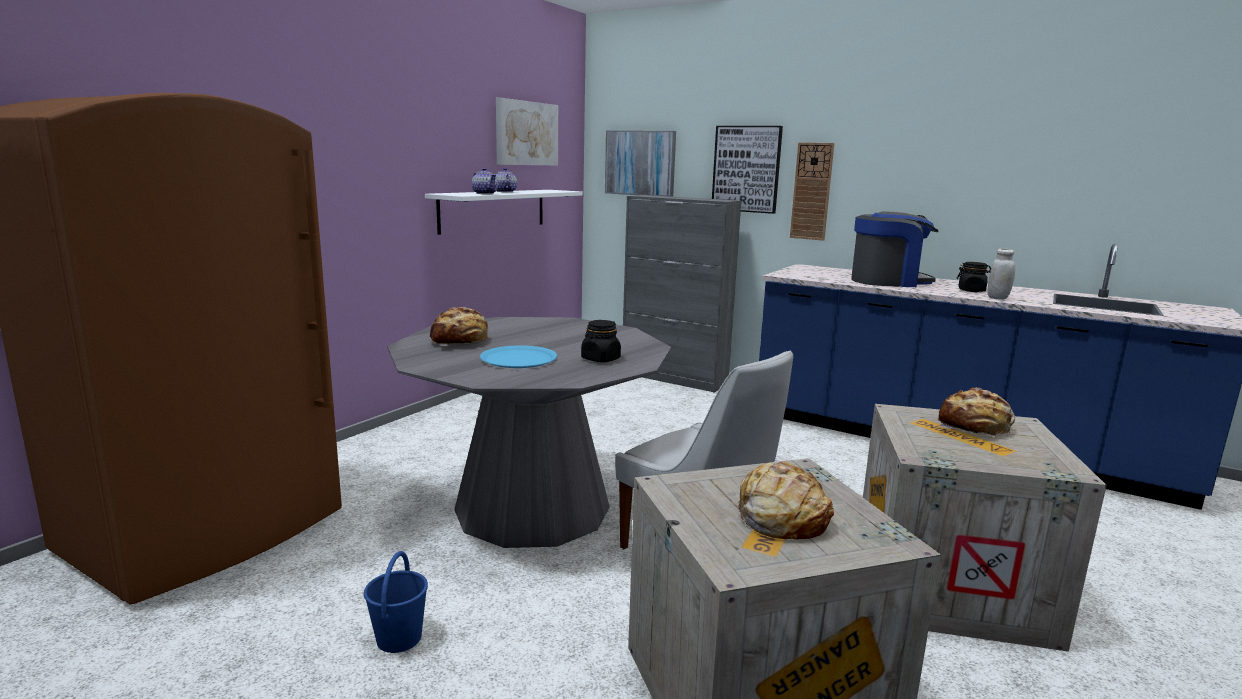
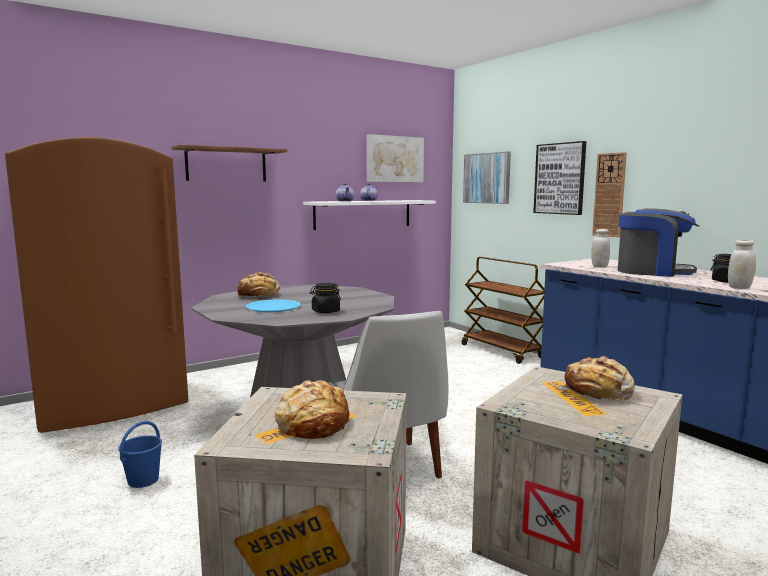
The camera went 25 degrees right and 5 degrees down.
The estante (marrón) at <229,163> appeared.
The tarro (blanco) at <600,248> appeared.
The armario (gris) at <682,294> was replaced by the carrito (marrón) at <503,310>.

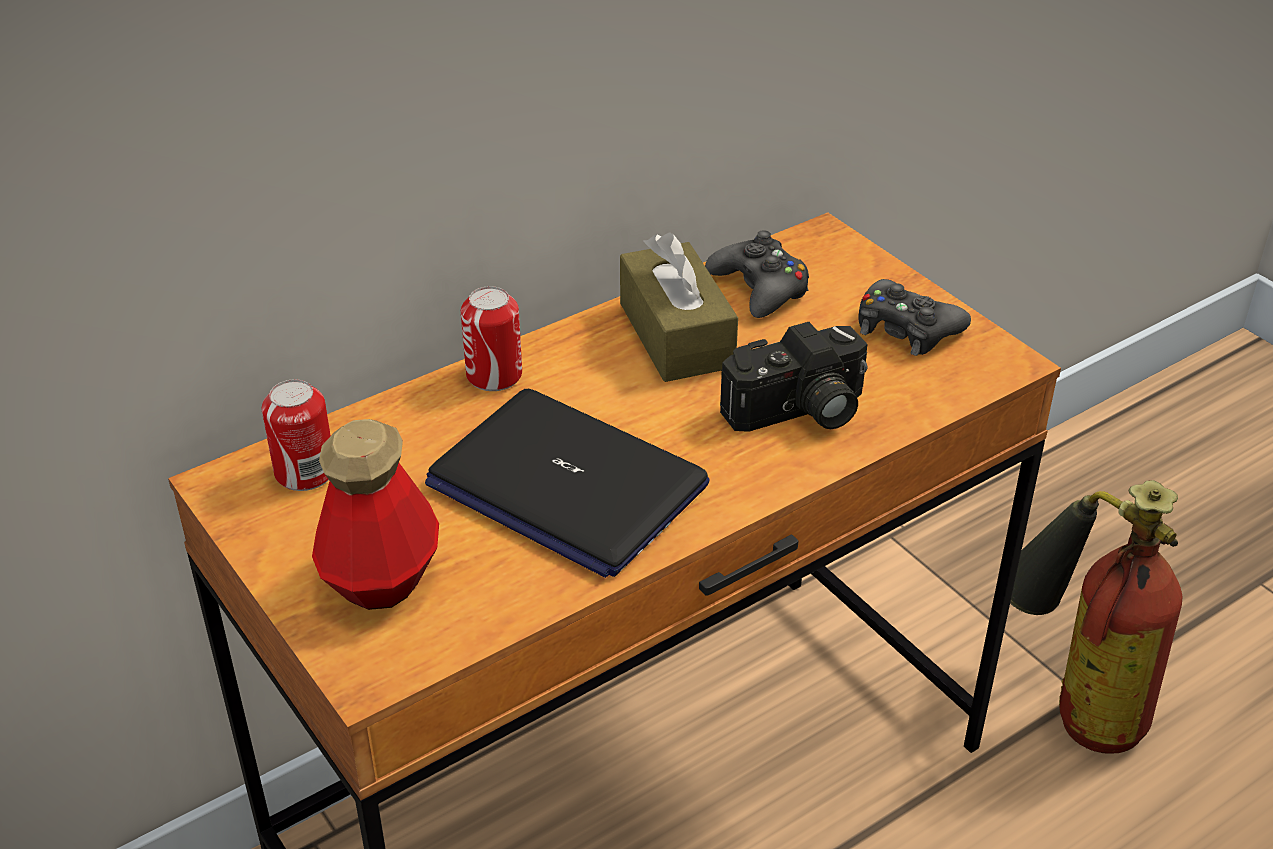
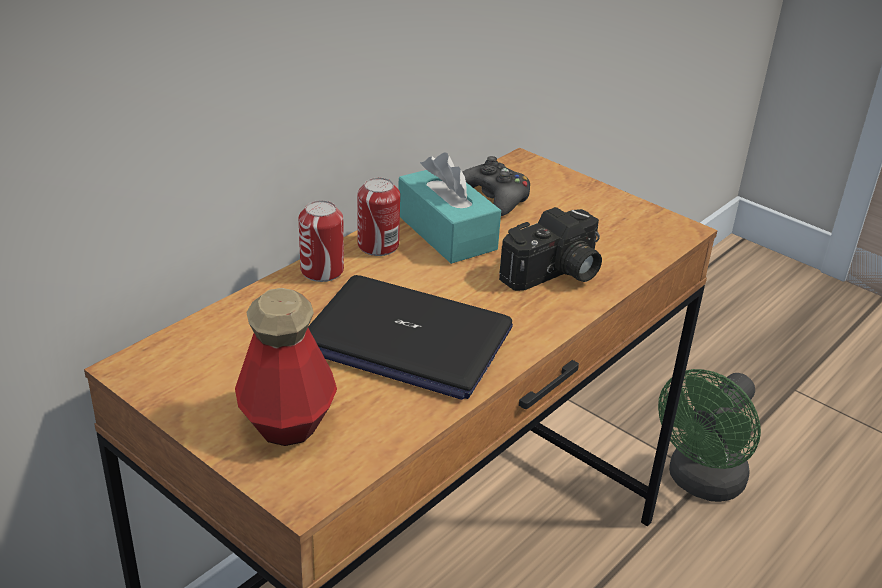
The camera went 15 degrees left and 5 degrees down.
The mando de consola (negro) at <914,317> disappeared.
The lata moved from <296,435> to <378,216>.
The extintor at <1096,617> was replaced by the ventilador (verde) at <709,435>.
The caja de pañuelos (marrón) at <679,307> became the caja de pañuelos (turquesa) at <449,208>.

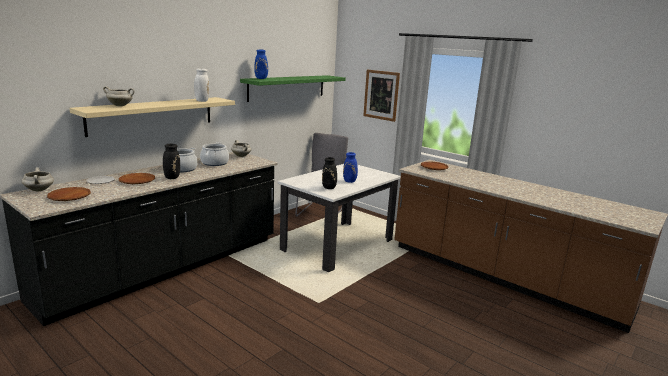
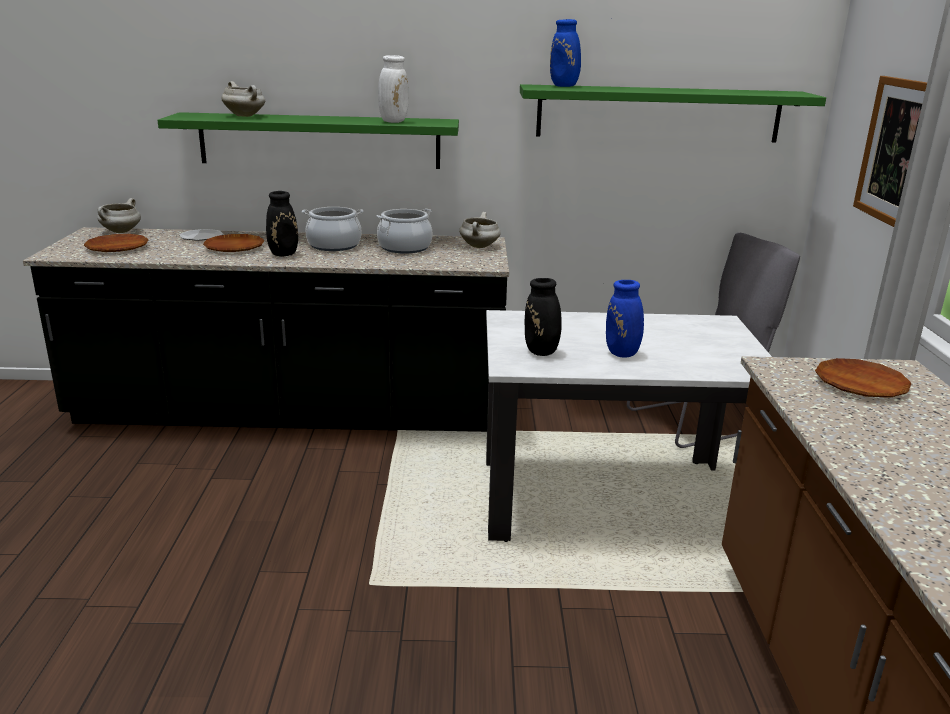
The camera went 50 degrees right and 5 degrees up.
The estante (beis) at <152,117> became the estante (verde) at <308,140>.

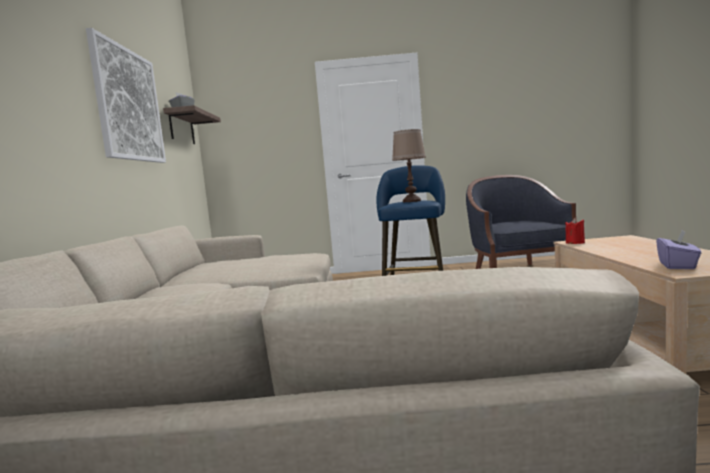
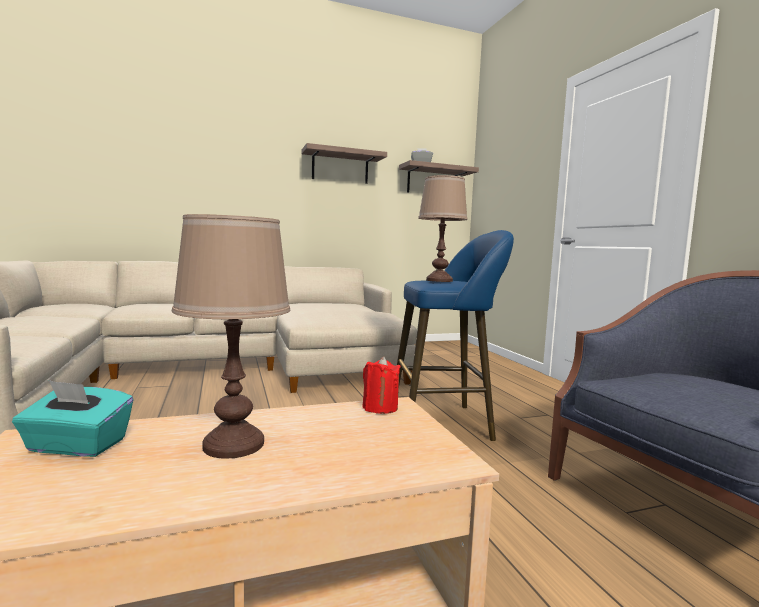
The camera went 70 degrees right and 0 degrees up.
The lámpara de mesa (marrón) at <231,336> appeared.
The cuadro at <126,95> was replaced by the estante at <344,163>.
The caja de pañuelos (morado) at <678,250> became the caja de pañuelos (turquesa) at <73,418>.

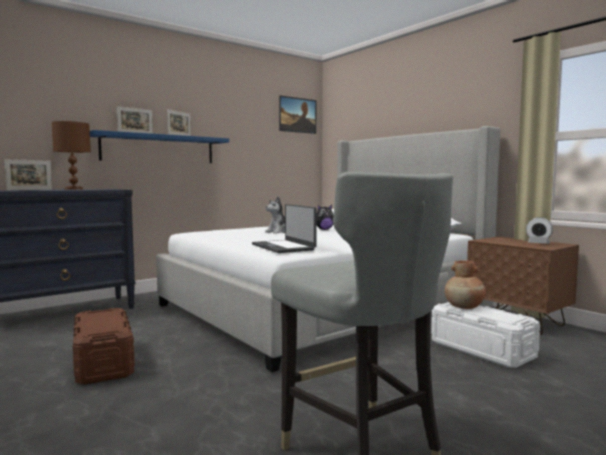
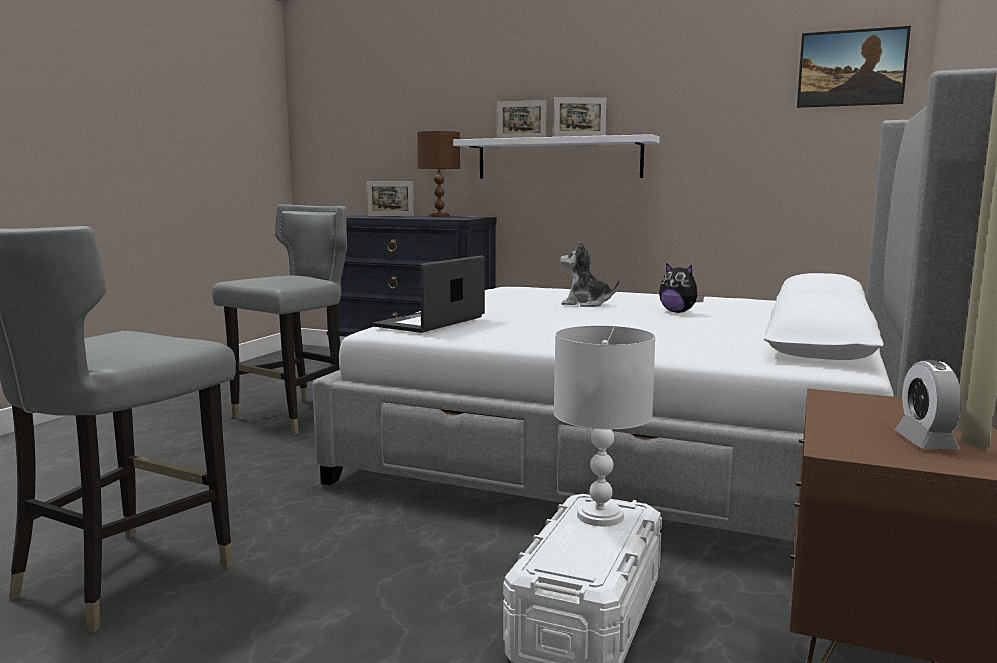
The camera went 60 degrees right and 5 degrees up.
The caja de almacenaje (marrón) at <104,346> was replaced by the silla (gris) at <279,319>.
The florero (marrón) at <465,285> was replaced by the lámpara de mesa (blanco) at <604,426>.
The estante (azul) at <159,146> became the estante (blanco) at <556,156>.

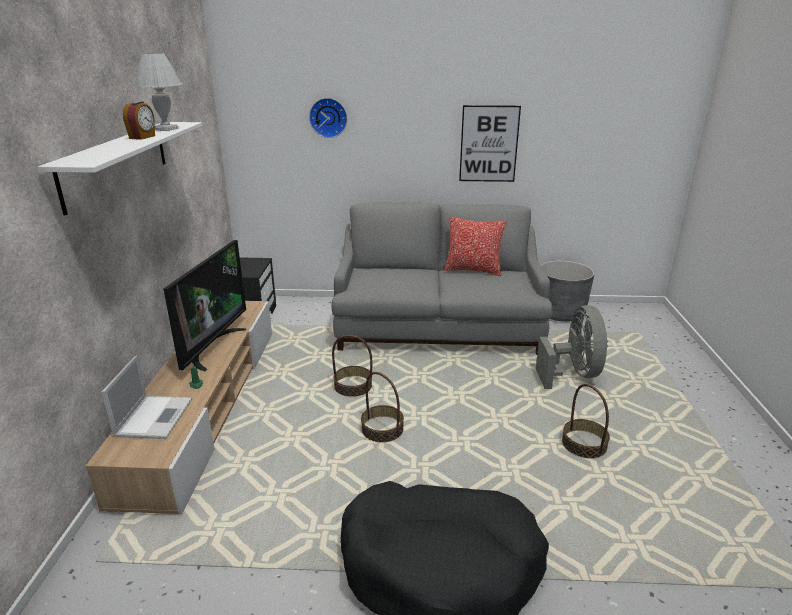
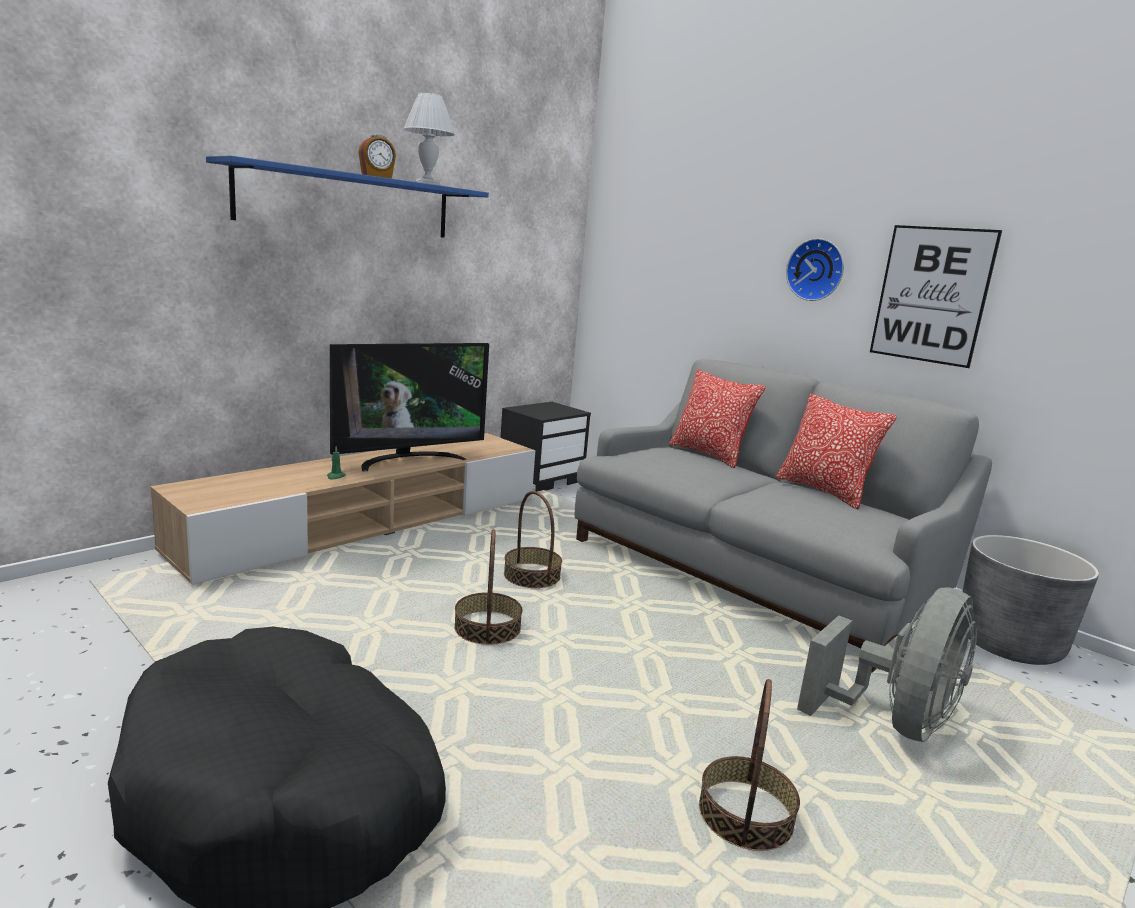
The camera went 40 degrees right and 10 degrees down.
The portátil at <146,397> disappeared.
The cojín at <717,419> appeared.
The reloj de pared moved from <328,118> to <815,269>.
The estante (blanco) at <120,169> became the estante (azul) at <347,197>.

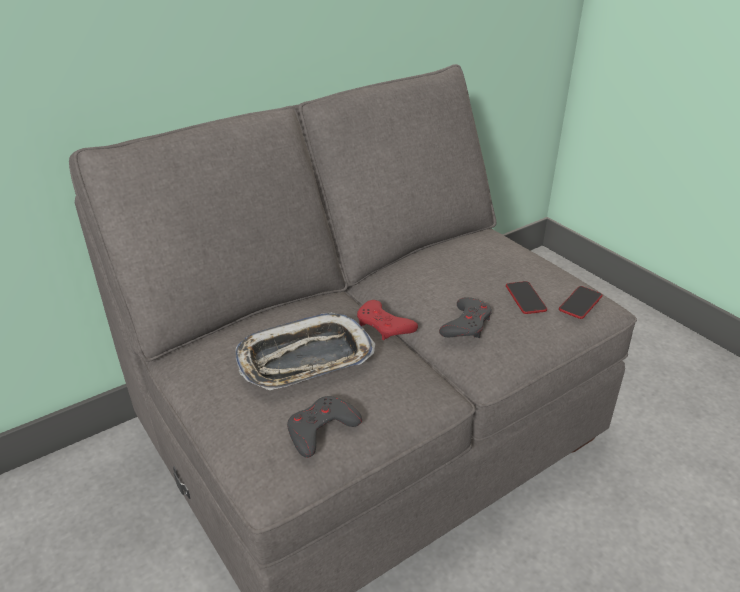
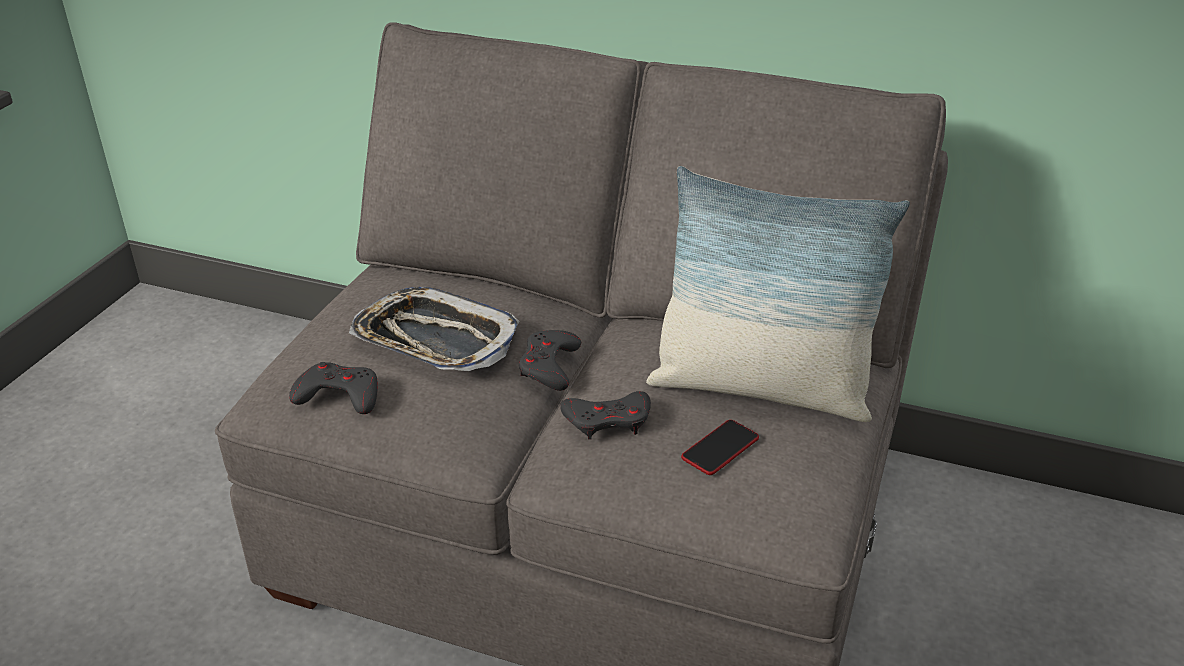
The camera went 55 degrees right and 0 degrees up.
The móvil at <580,302> disappeared.
The cojín at <778,294> appeared.
The mando de consola (rojo) at <387,320> became the mando de consola (gris) at <550,360>.

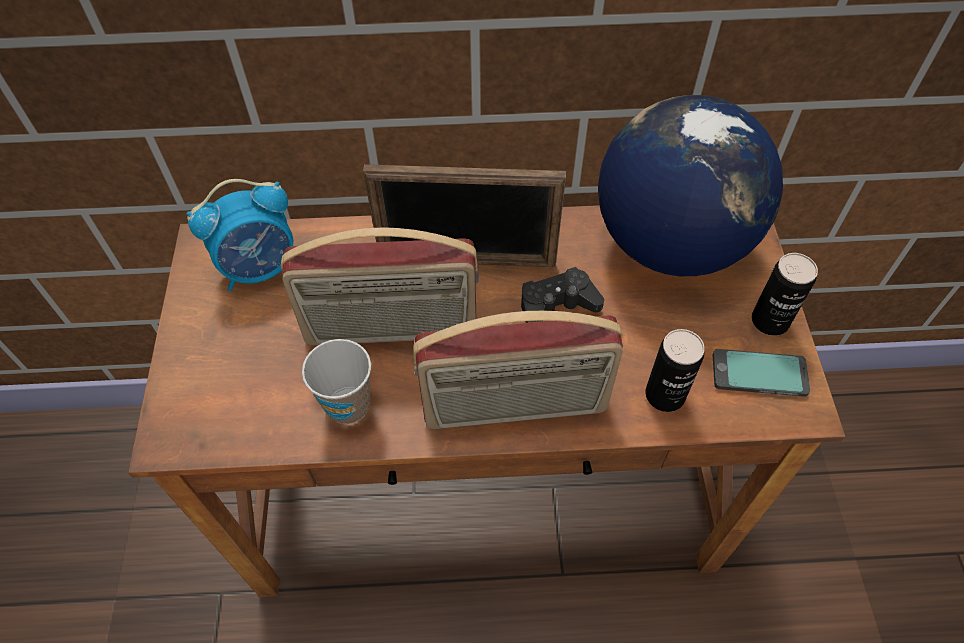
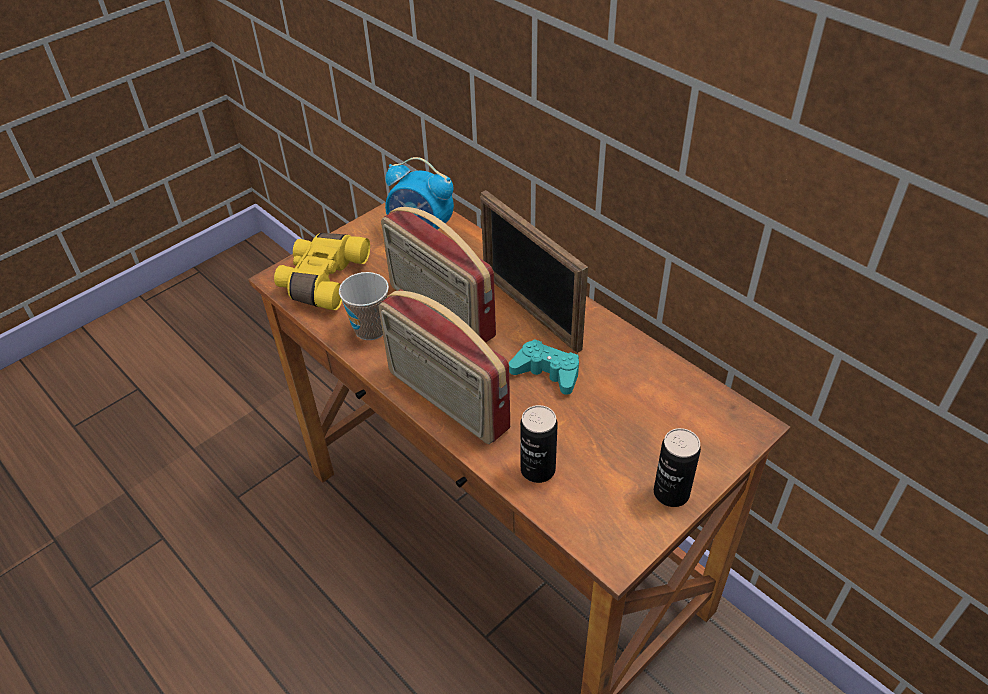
The camera went 50 degrees right and 10 degrees down.
The globo terráqueo at <690,185> disappeared.
The móvil at <761,373> disappeared.
The prismáticos (amarillo) at <322,271> appeared.
The mando de consola (negro) at <562,295> became the mando de consola (turquesa) at <544,367>.

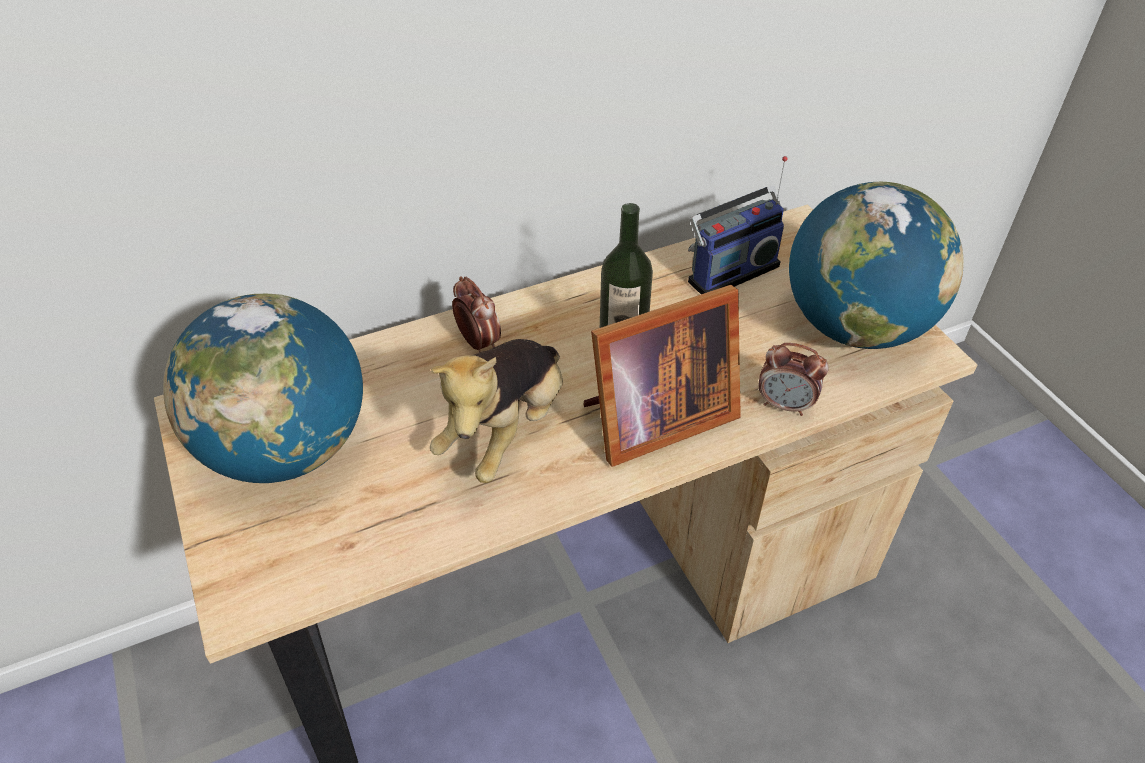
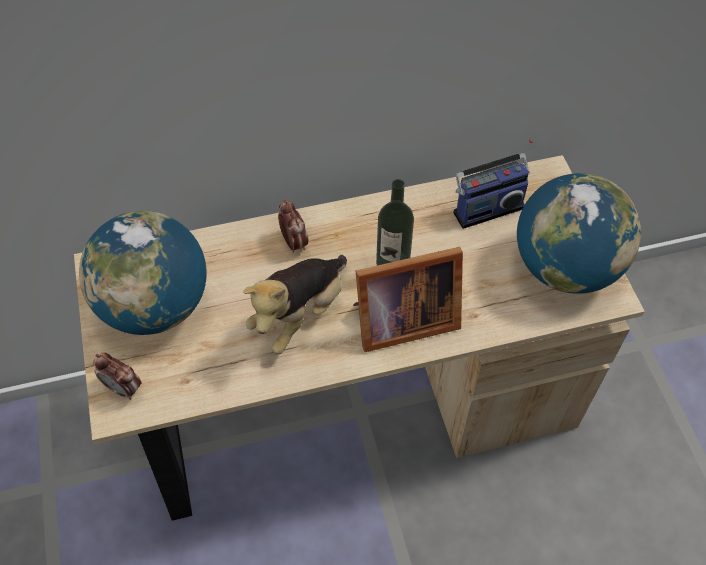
The camera went 10 degrees right and 10 degrees up.
The despertador moved from <793,379> to <117,376>.

